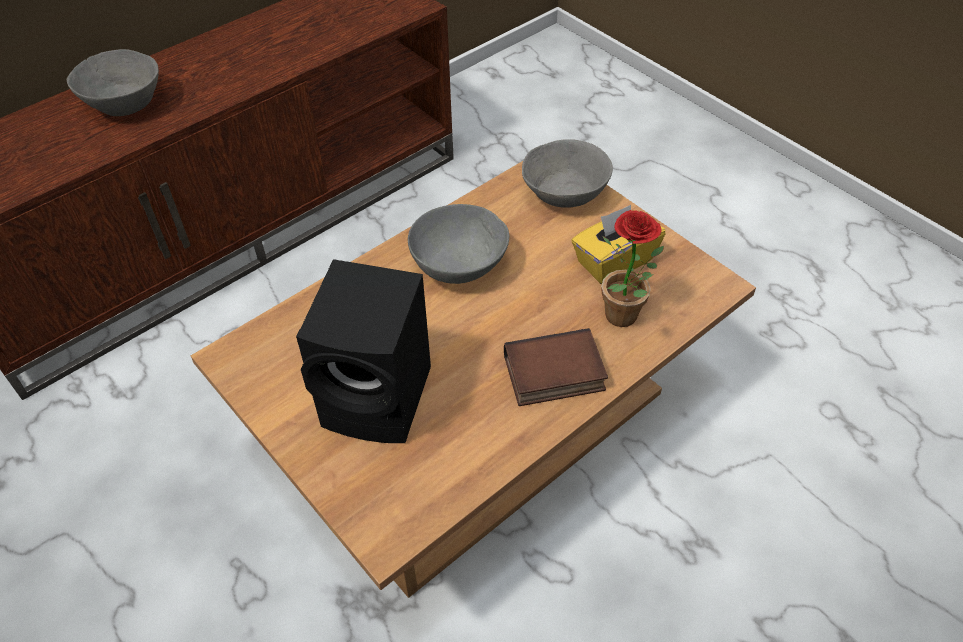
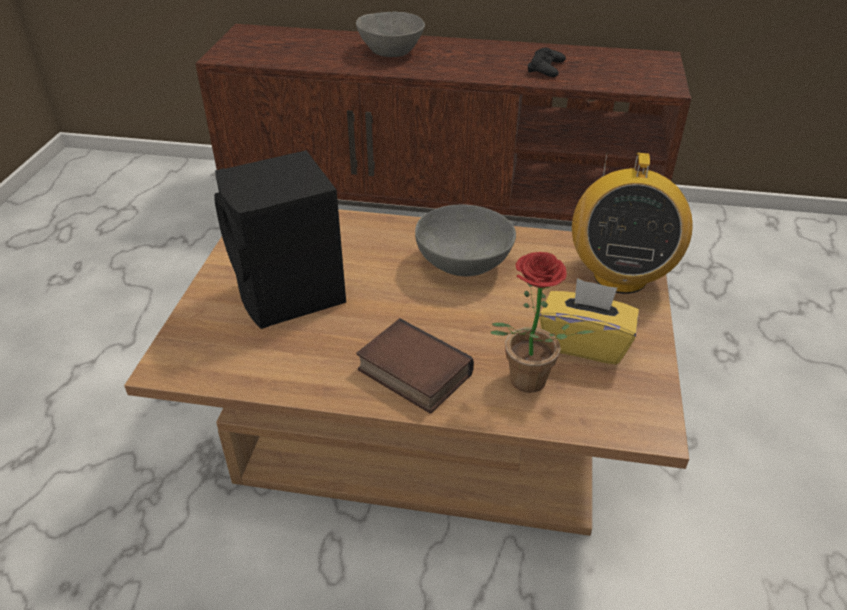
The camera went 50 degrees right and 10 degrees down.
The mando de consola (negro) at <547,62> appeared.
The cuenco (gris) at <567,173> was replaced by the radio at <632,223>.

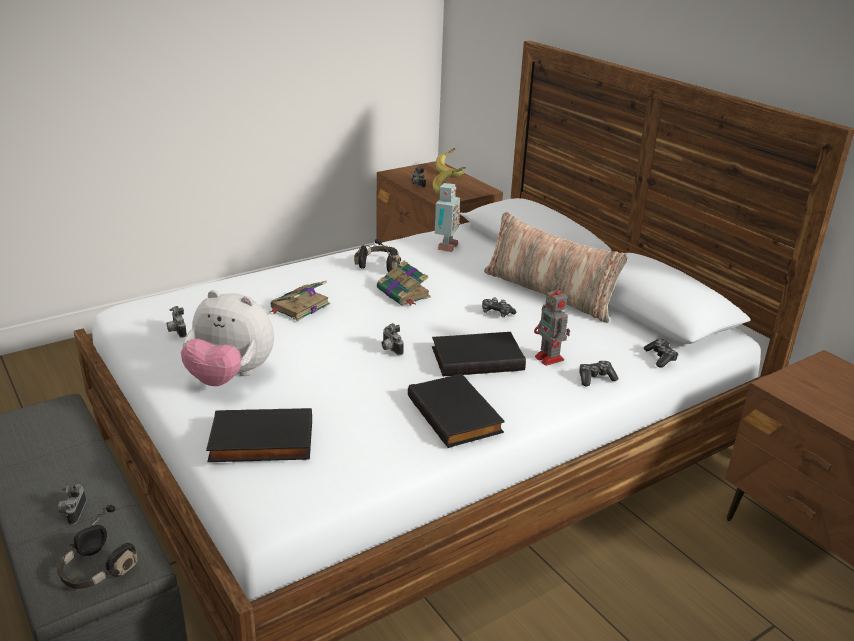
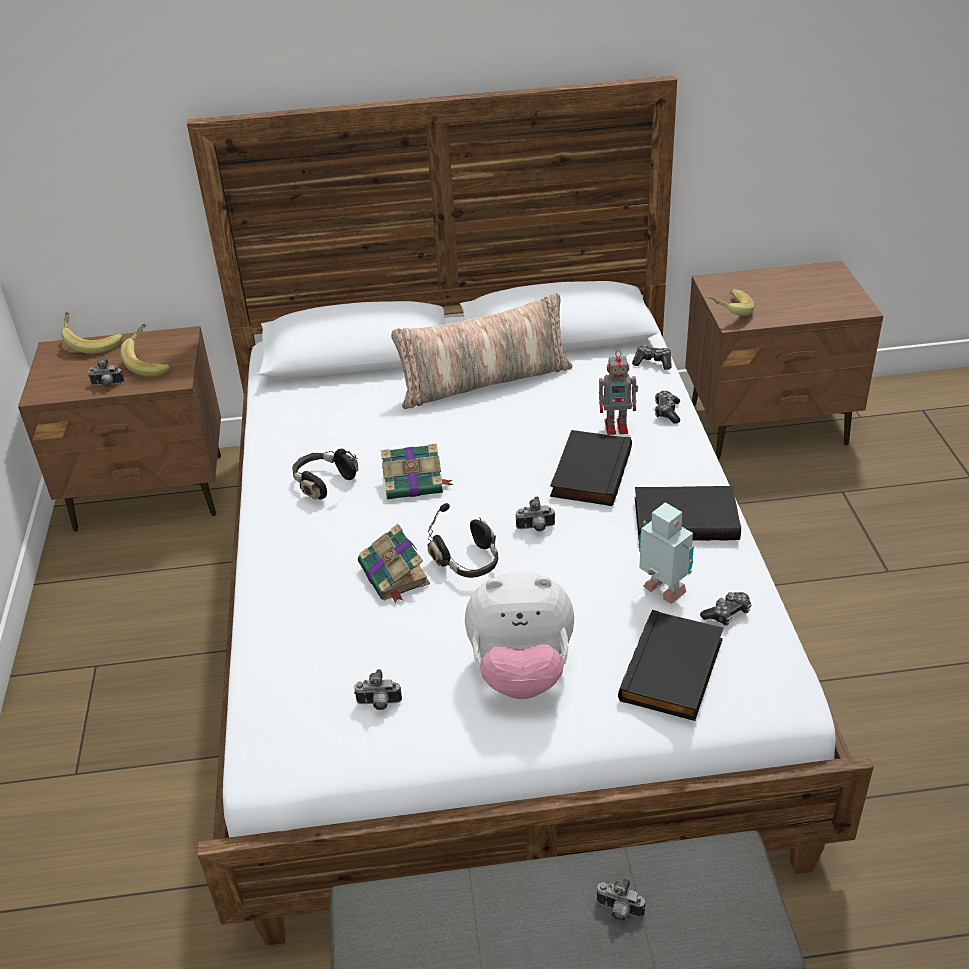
The camera went 60 degrees left and 10 degrees up.
The plátano at <731,302> appeared.
The auriculares (negro) moved from <97,547> to <463,540>.
The robot de juguete moved from <447,217> to <666,553>.
The mando de consola moved from <499,307> to <726,609>.
The peluche at <227,338> turned 45 degrees clockwise.

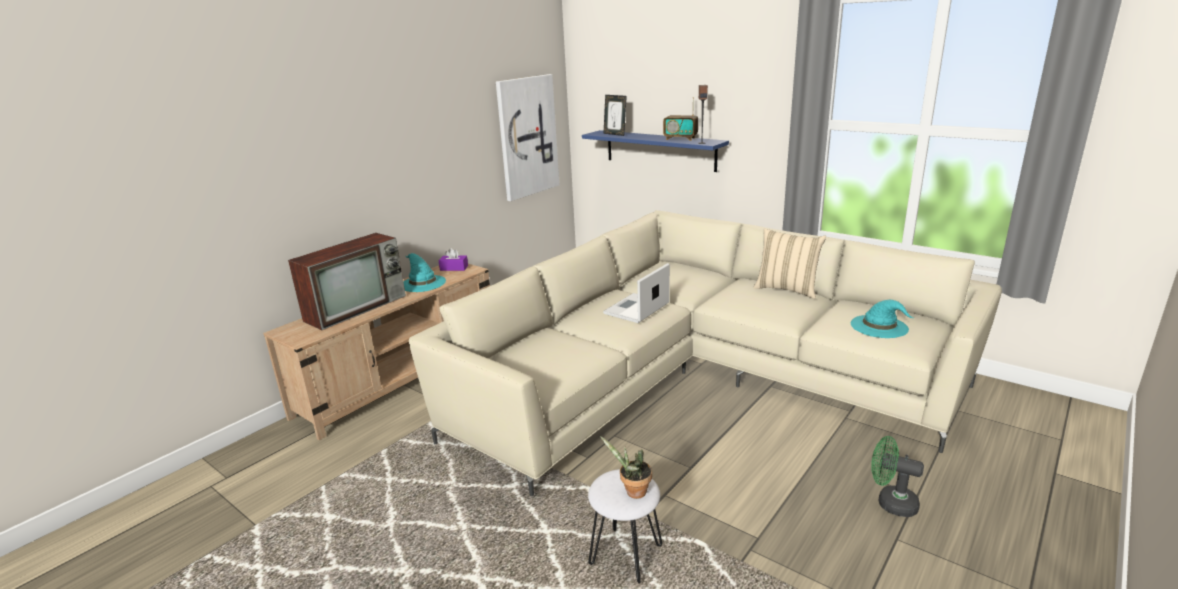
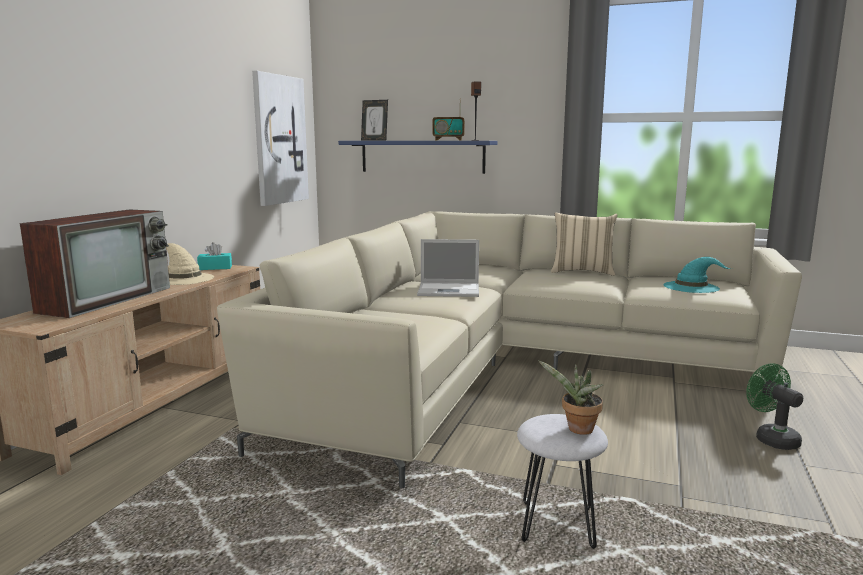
The camera went 20 degrees left and 10 degrees down.
The sombrero (turquesa) at <424,272> became the sombrero (beis) at <190,264>.
The caja de pañuelos (morado) at <453,259> became the caja de pañuelos (turquesa) at <214,256>.
The portátil at <636,293> turned 105 degrees counterclockwise.
The ventilador (verde) at <897,476> turned 60 degrees clockwise.

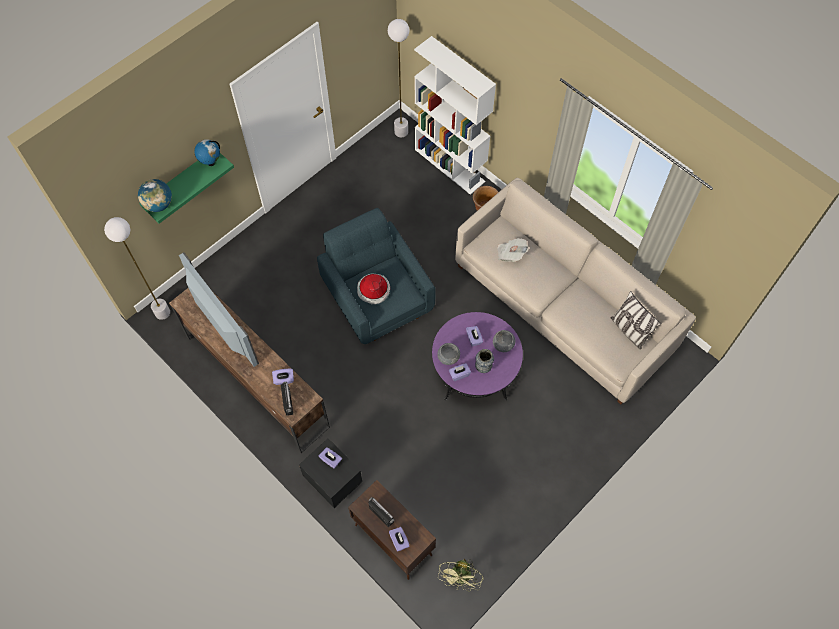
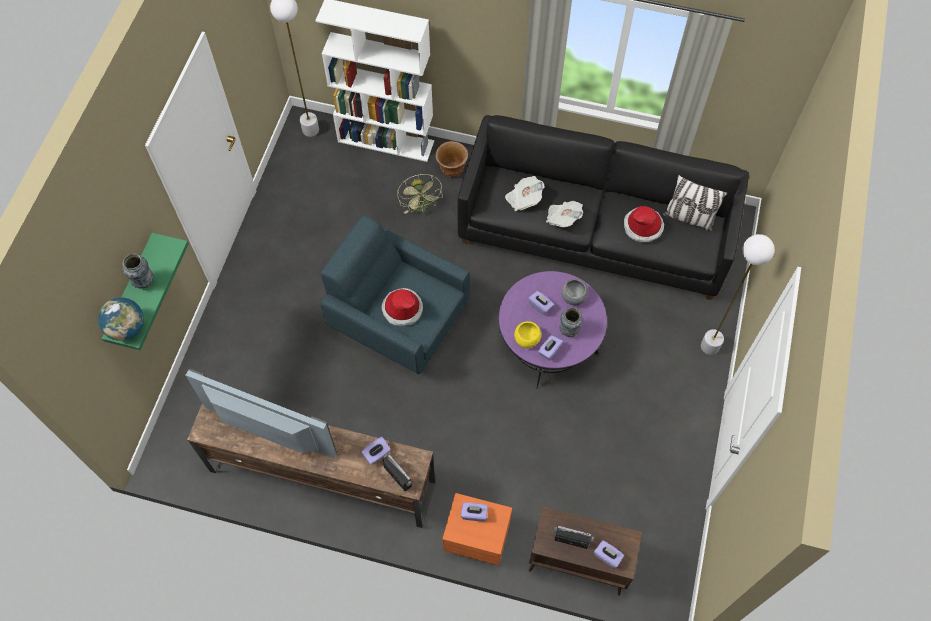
The camera went 30 degrees left and 0 degrees up.
The globo terráqueo at <207,152> disappeared.
The florero at <137,271> appeared.
The periódico at <564,214> appeared.
The sombrero at <644,224> appeared.
The lámpara de pie (blanco) moved from <137,268> to <738,294>.
The ventilador (verde) moved from <461,575> to <420,194>.
The mesita de noche (negro) at <331,473> became the mesita de noche (naranja) at <477,529>.
The cuenco (gris) at <448,354> became the cuenco (amarillo) at <527,334>.
The sofá (beis) at <575,291> became the sofá (negro) at <603,207>.

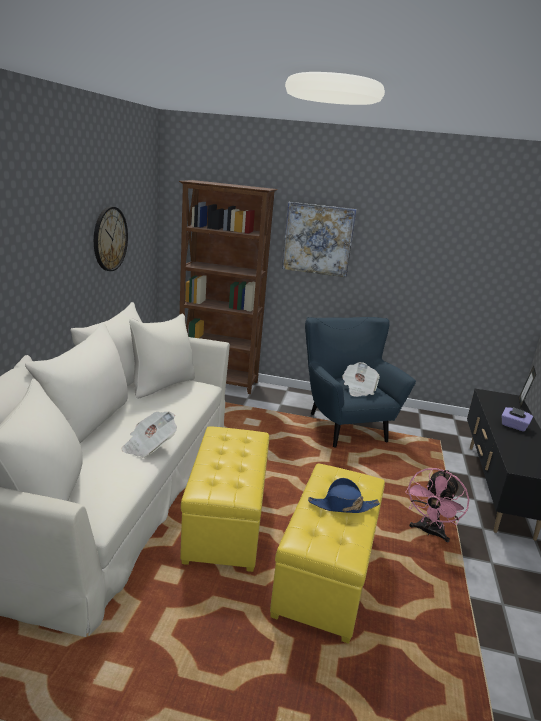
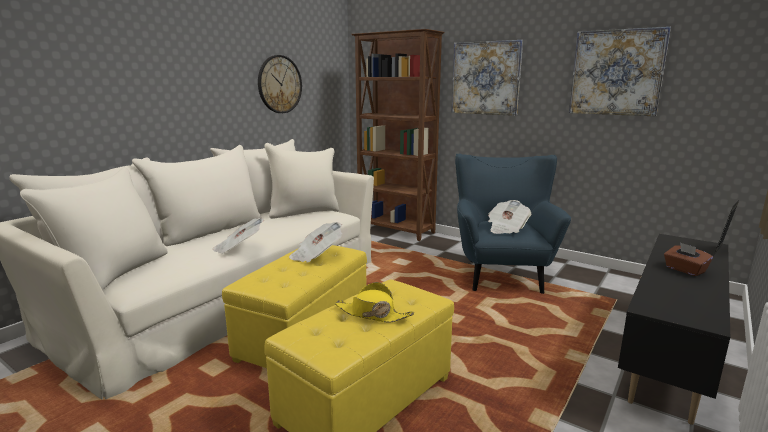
The camera went 25 degrees right and 5 degrees down.
The ventilador (rosa) at <437,505> disappeared.
The periódico at <316,242> appeared.
The cuadro at <620,71> appeared.
The sombrero (azul) at <344,495> became the sombrero (amarillo) at <374,302>.
The caja de pañuelos (morado) at <517,419> became the caja de pañuelos (marrón) at <688,259>.

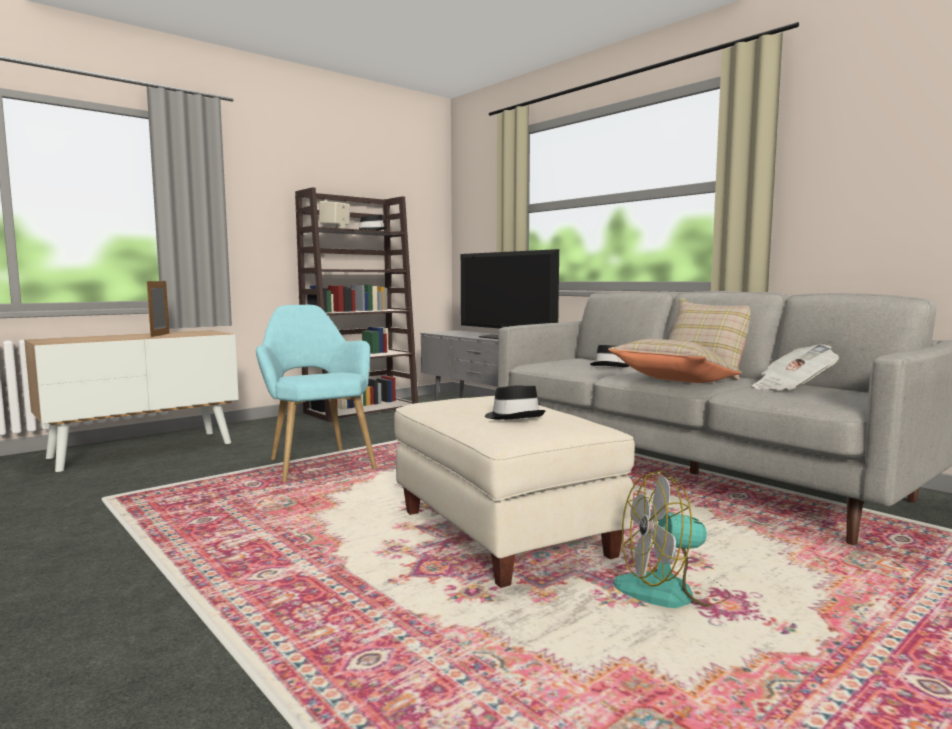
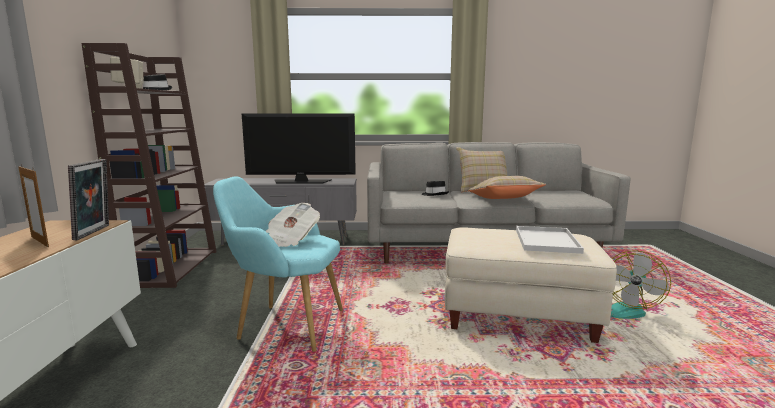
The camera went 50 degrees left and 5 degrees up.
The portarretratos at <88,199> appeared.
The periódico moved from <795,367> to <292,225>.
The sombrero (negro) at <515,403> was replaced by the bandeja (blanco) at <550,240>.

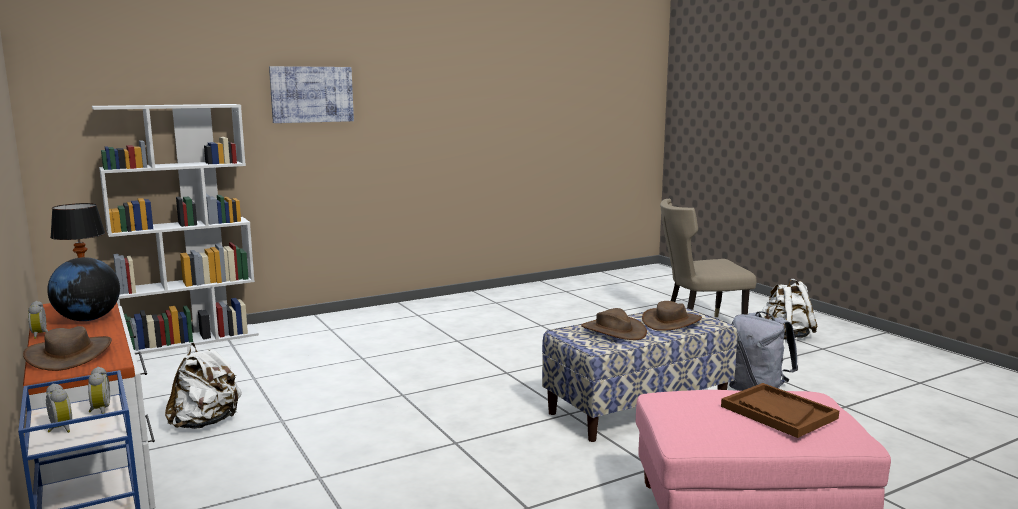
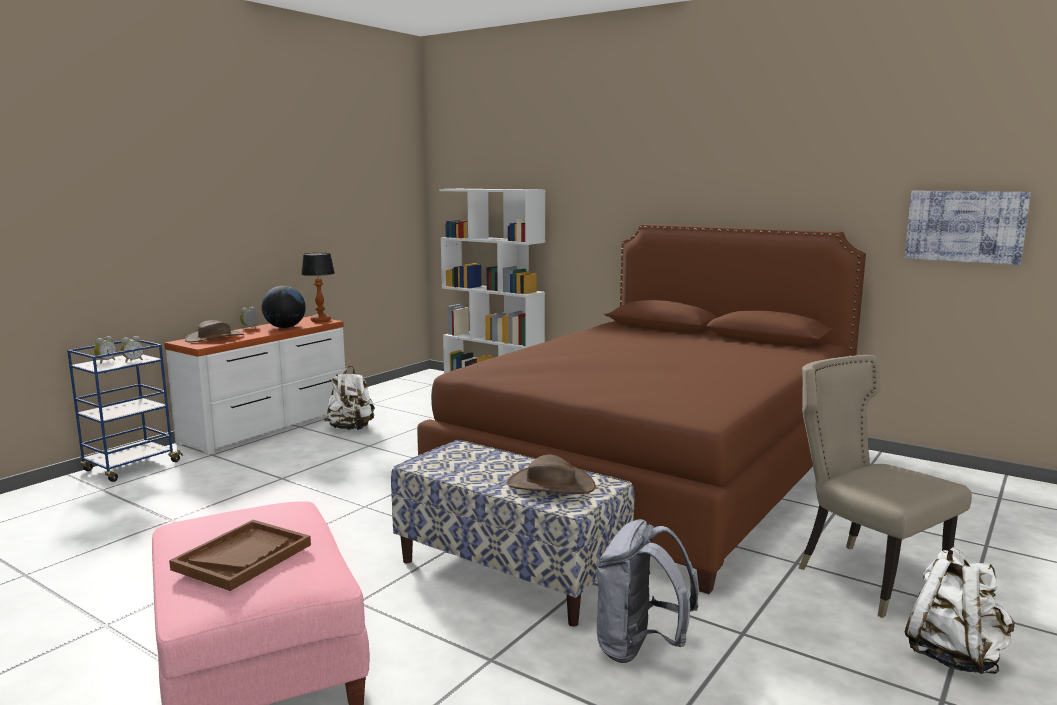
The camera went 65 degrees right and 0 degrees up.
The sombrero (marrón) at <614,324> disappeared.
The cama (marrón) at <641,409> appeared.
The cuadro moved from <311,94> to <968,228>.

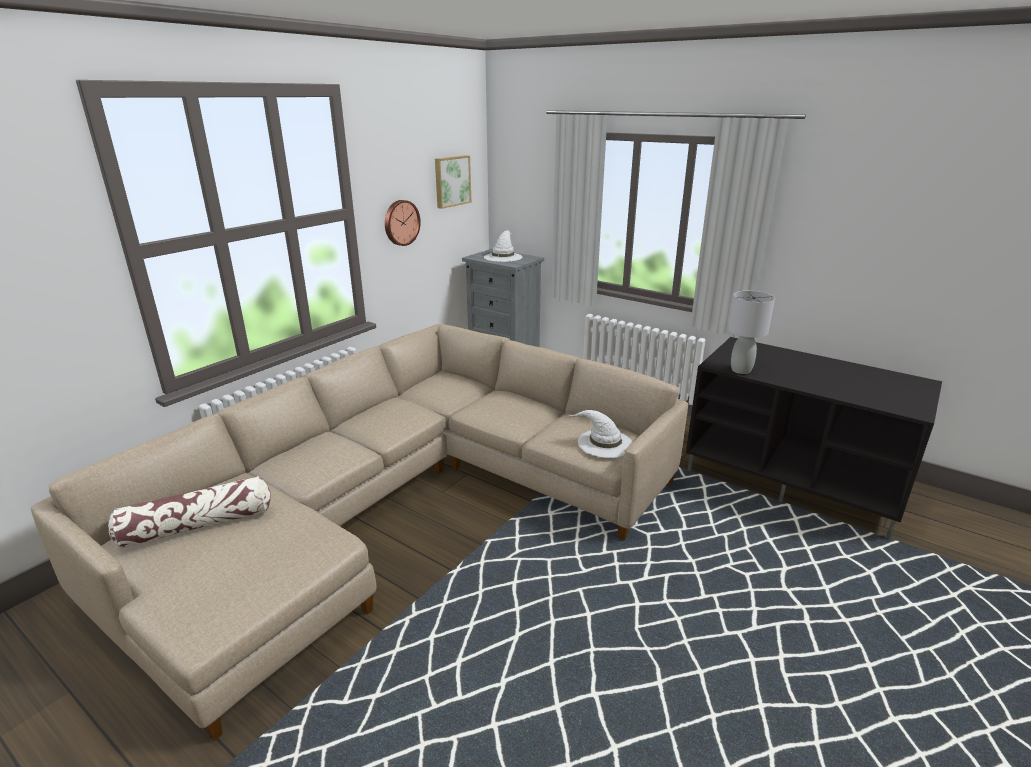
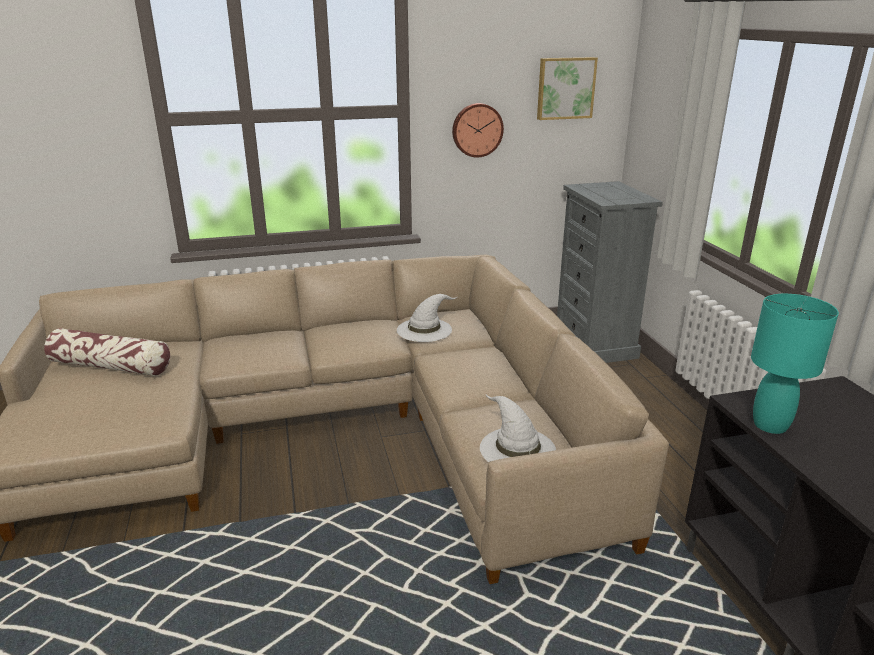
The camera went 40 degrees right and 0 degrees up.
The sombrero (blanco) moved from <503,246> to <427,318>.
The lámpara de mesa (gris) at <751,332> became the lámpara de mesa (turquesa) at <795,364>.

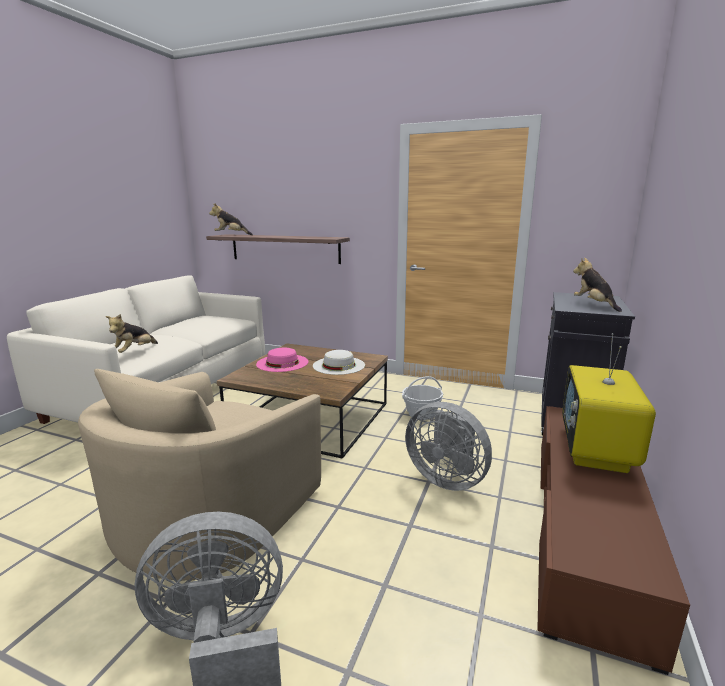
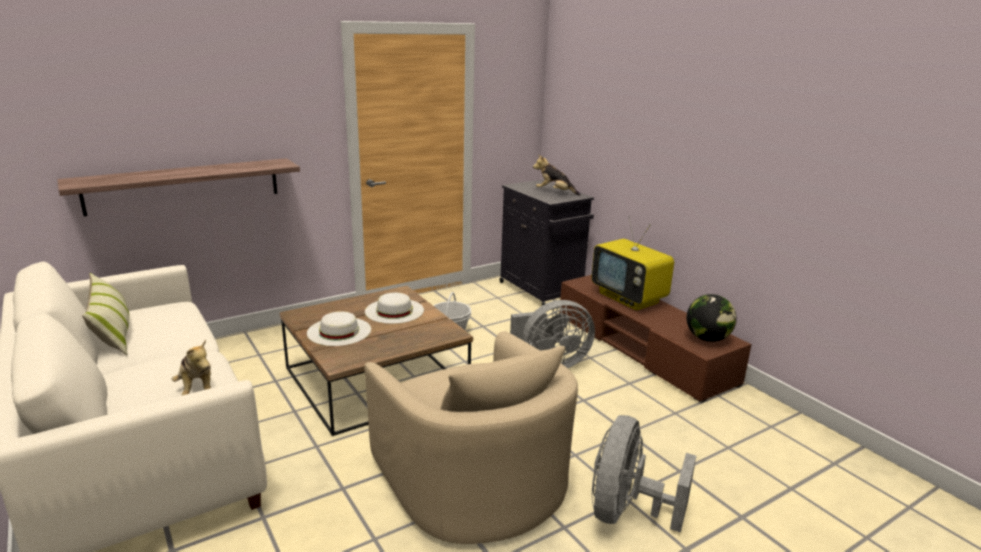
The camera went 55 degrees left and 5 degrees up.
The peluche at <231,219> disappeared.
The cojín at <105,314> appeared.
The globo terráqueo at <712,318> appeared.
The sombrero (rosa) at <282,360> became the sombrero (blanco) at <339,328>.

